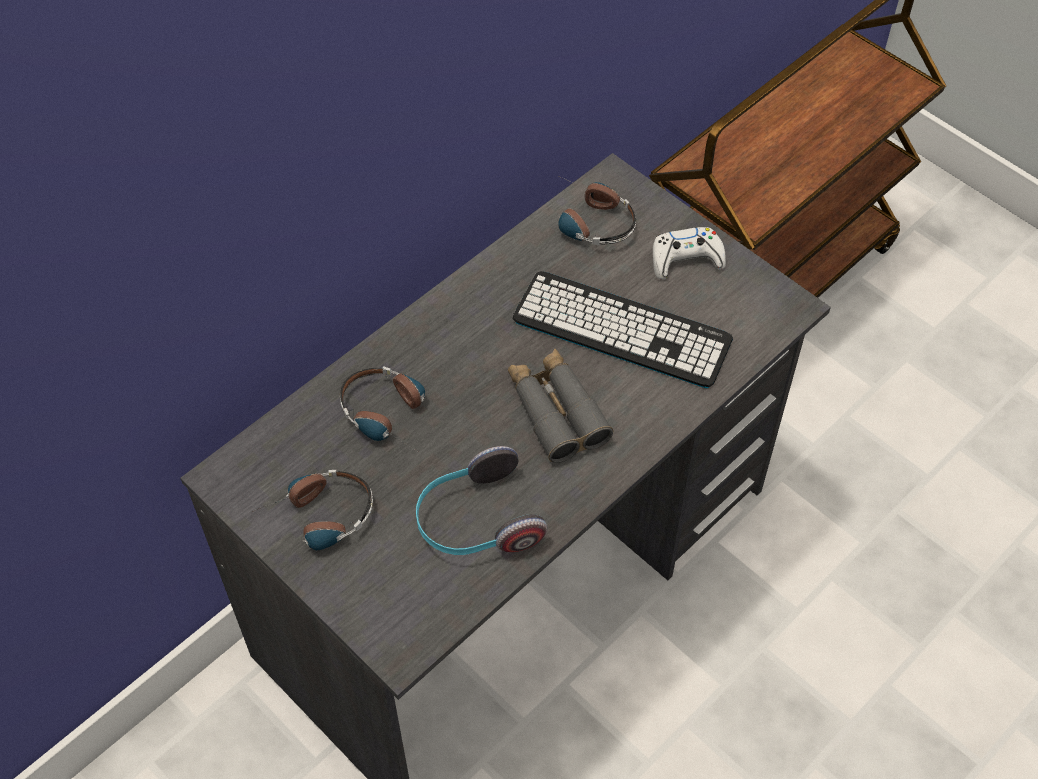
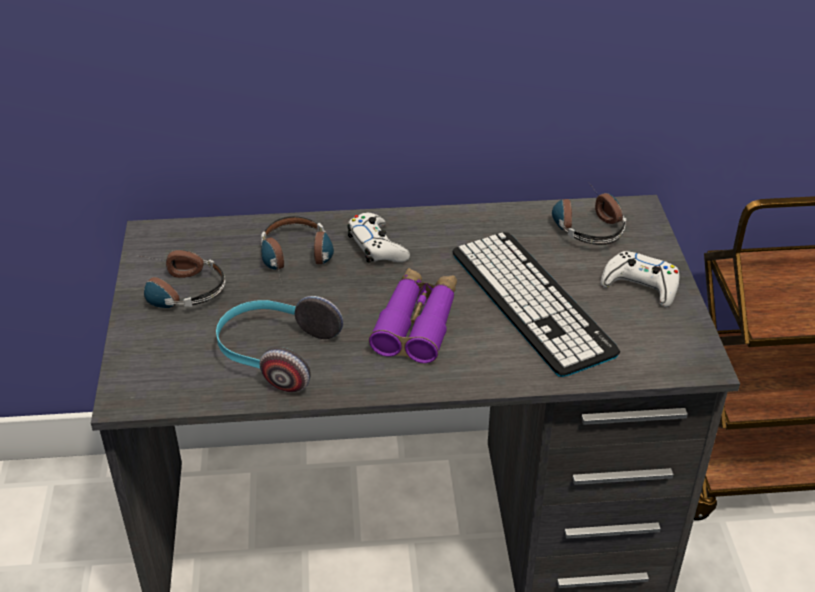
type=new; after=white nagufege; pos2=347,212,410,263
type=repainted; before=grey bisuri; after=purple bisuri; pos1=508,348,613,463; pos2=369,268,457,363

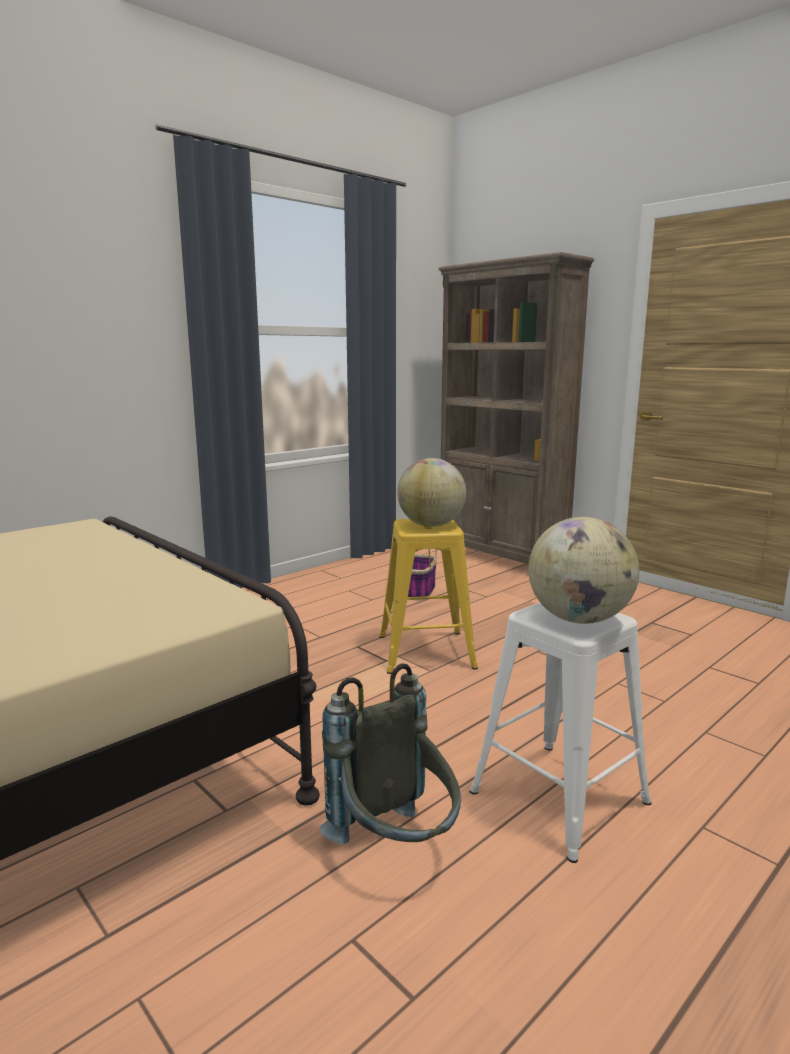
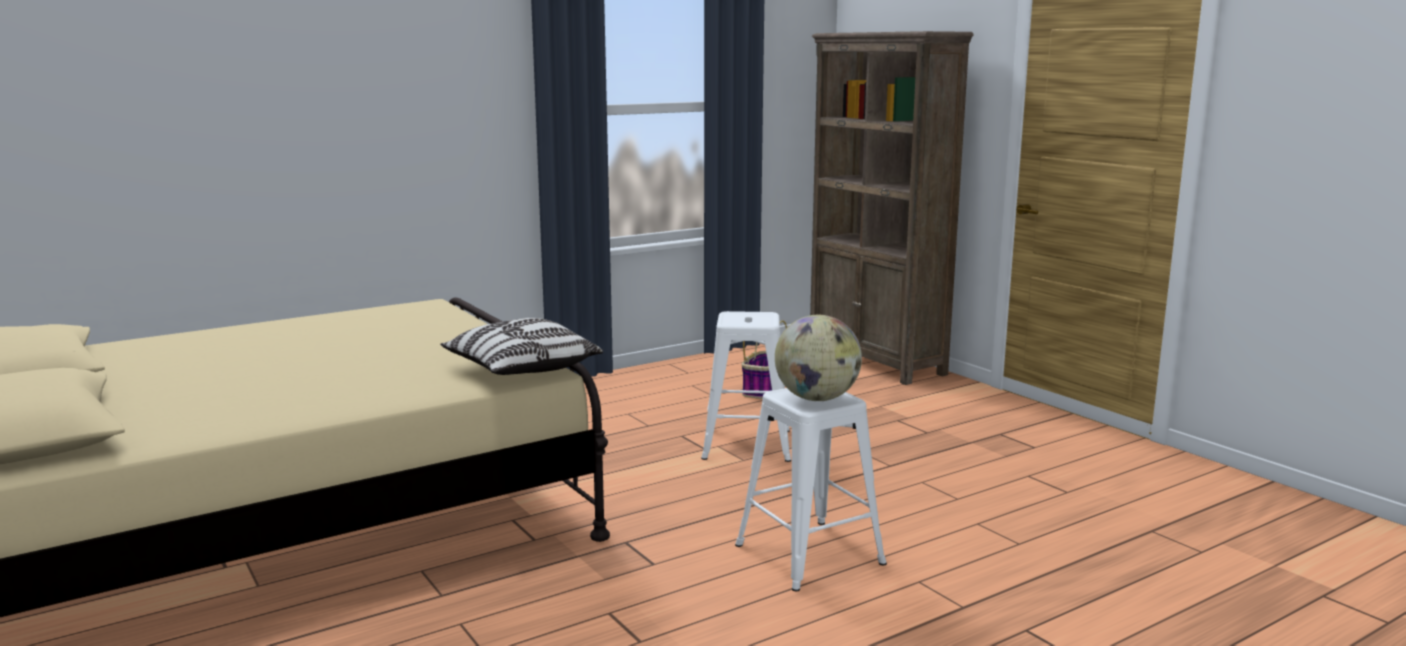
type=new; after=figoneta; pos2=440,318,603,375
type=repainted; before=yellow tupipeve; after=white tupipeve; pos1=379,519,478,674; pos2=701,311,791,462
type=gone; before=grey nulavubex; pos1=320,663,461,844
type=gone; before=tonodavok; pos1=397,458,466,527

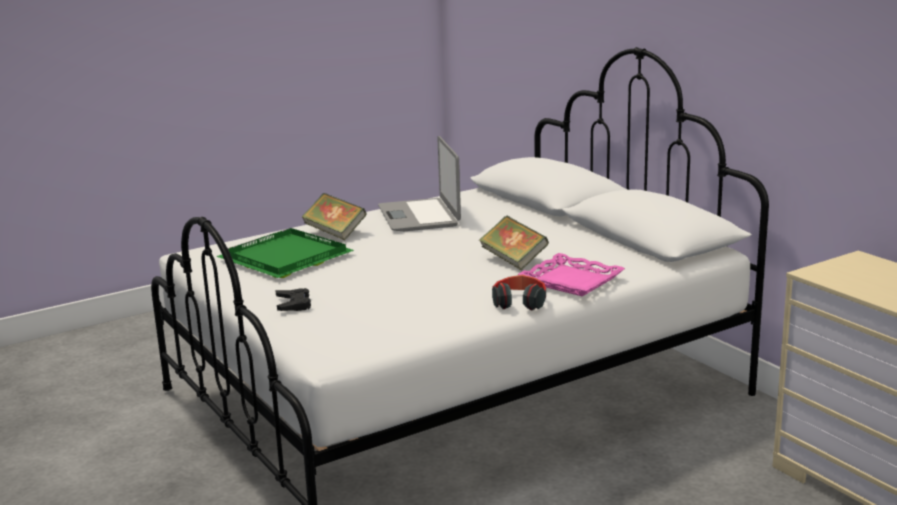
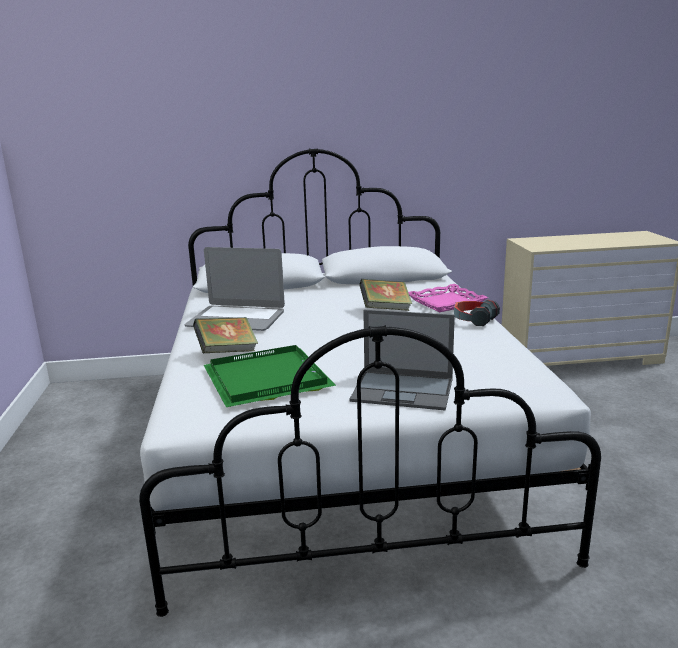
type=swapped; before=black nagufege; after=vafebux; pos1=275,288,311,311; pos2=349,310,455,410

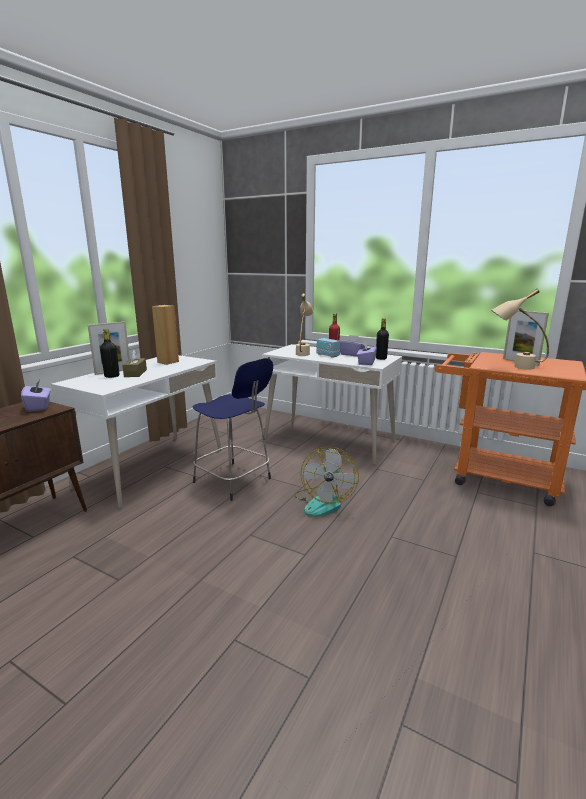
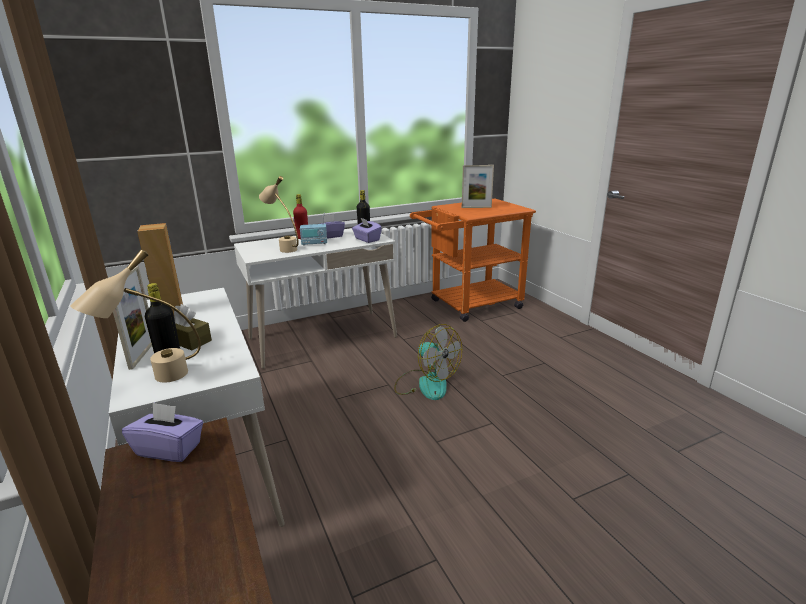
type=shifted; before=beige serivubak; pos1=492,288,549,369; pos2=70,249,201,383
type=gone; before=blue tupipeve; pos1=193,358,273,501

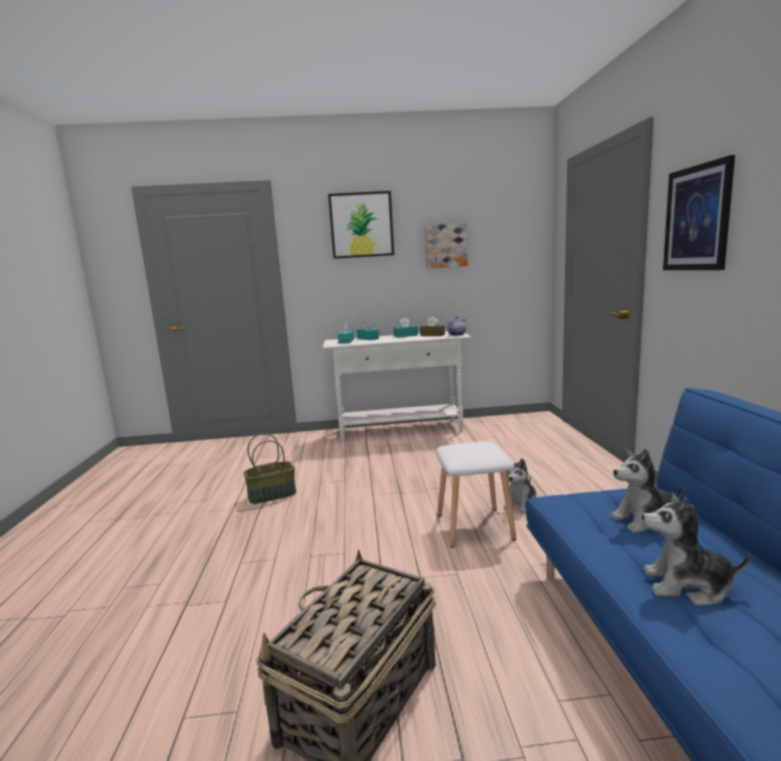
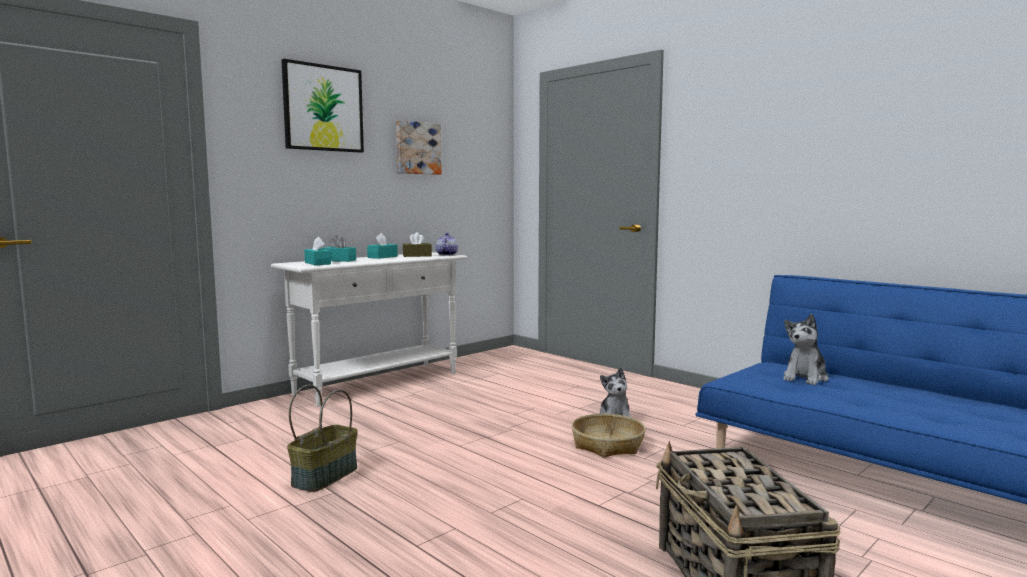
type=swapped; before=white tupipeve; after=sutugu; pos1=436,442,517,548; pos2=572,414,646,458
type=gone; before=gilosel; pos1=642,492,750,606
type=gone; before=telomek; pos1=663,155,735,270

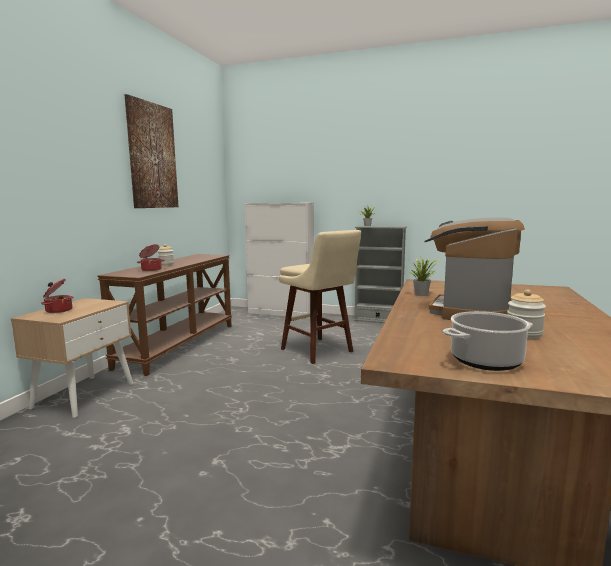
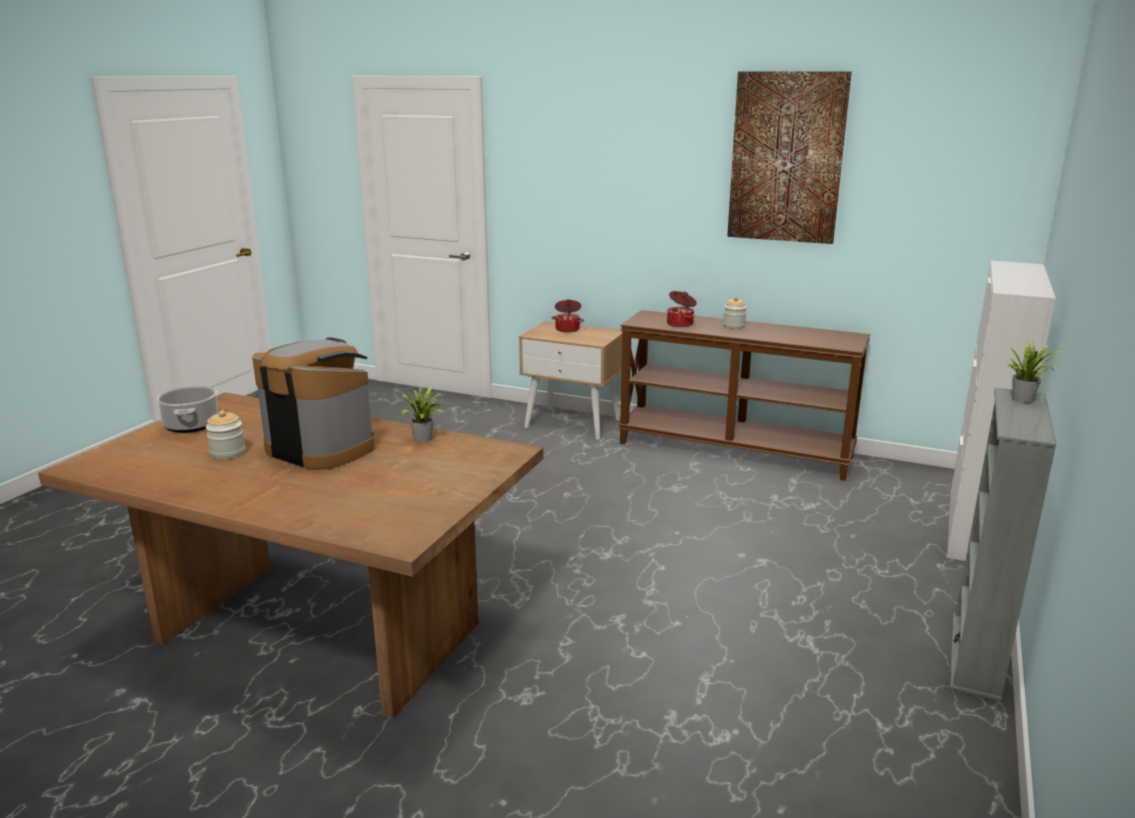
type=gone; before=beige tupipeve; pos1=279,230,361,364

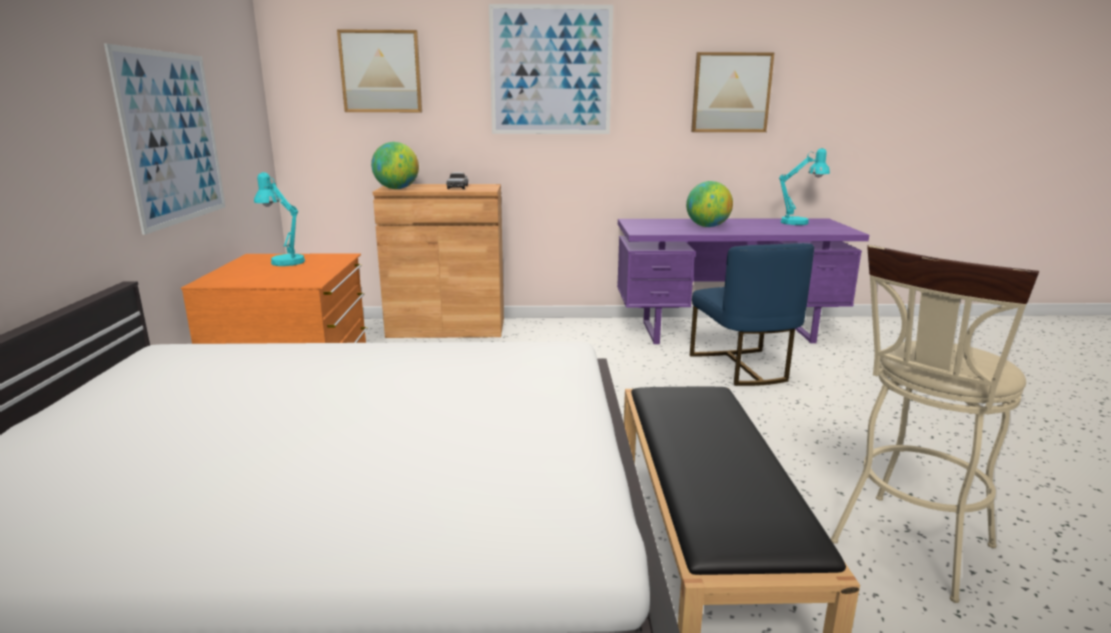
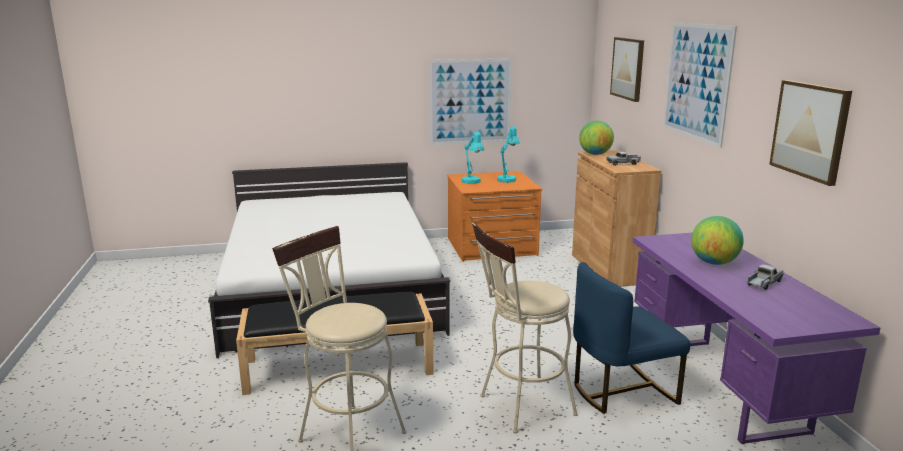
type=shifted; before=turquoise serivubak; pos1=779,148,830,225; pos2=462,132,484,184
type=new; after=beige tupipeve; pos2=472,222,578,434
type=new; after=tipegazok; pos2=747,264,784,290

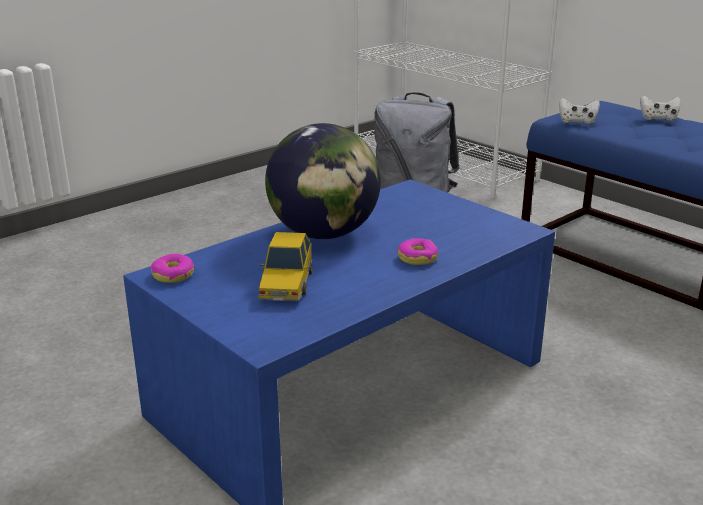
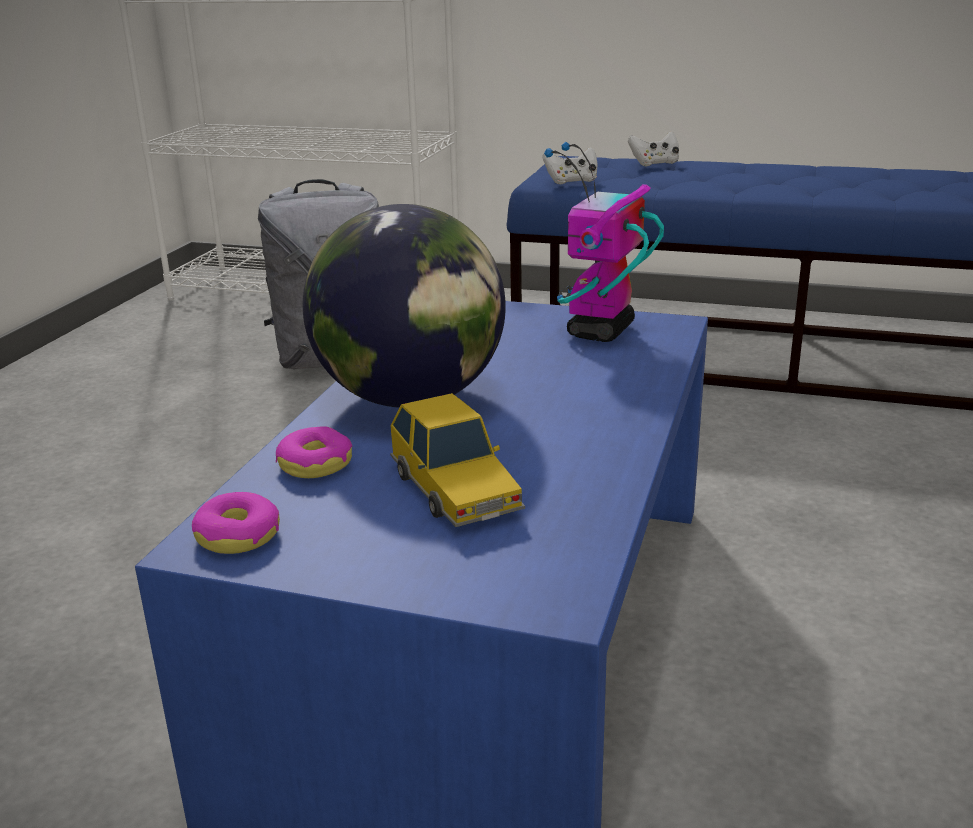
type=shifted; before=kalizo; pos1=397,238,438,265; pos2=276,426,353,478
type=new; after=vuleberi; pos2=544,142,664,342

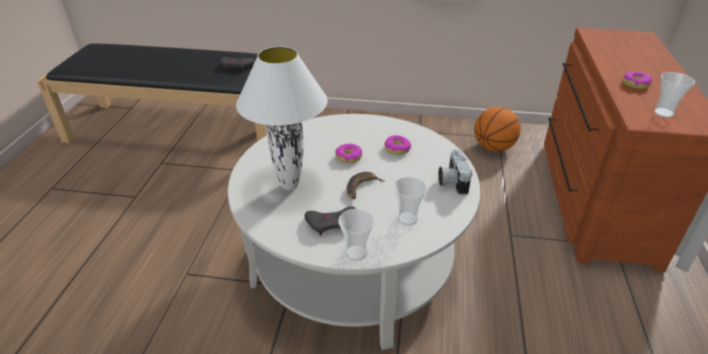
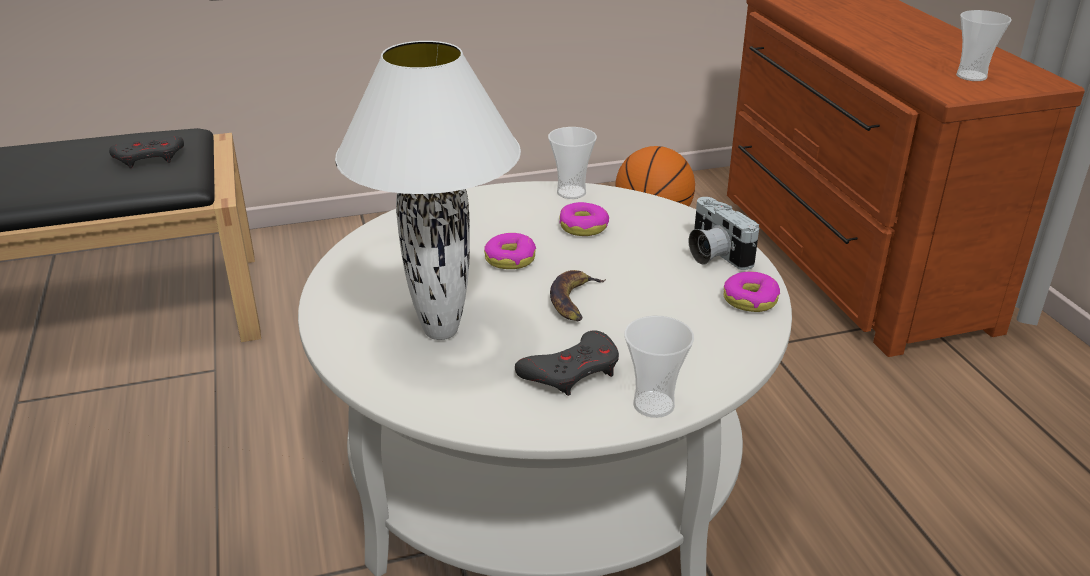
type=shifted; before=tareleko; pos1=394,177,427,225; pos2=548,127,597,199
type=shifted; before=kalizo; pos1=623,71,652,89; pos2=724,271,780,312

